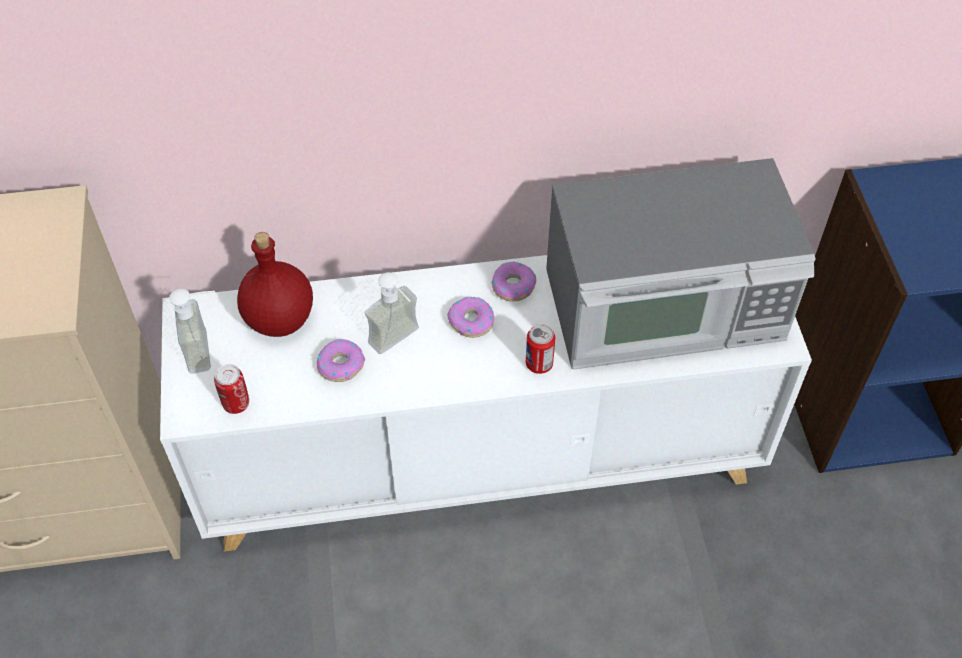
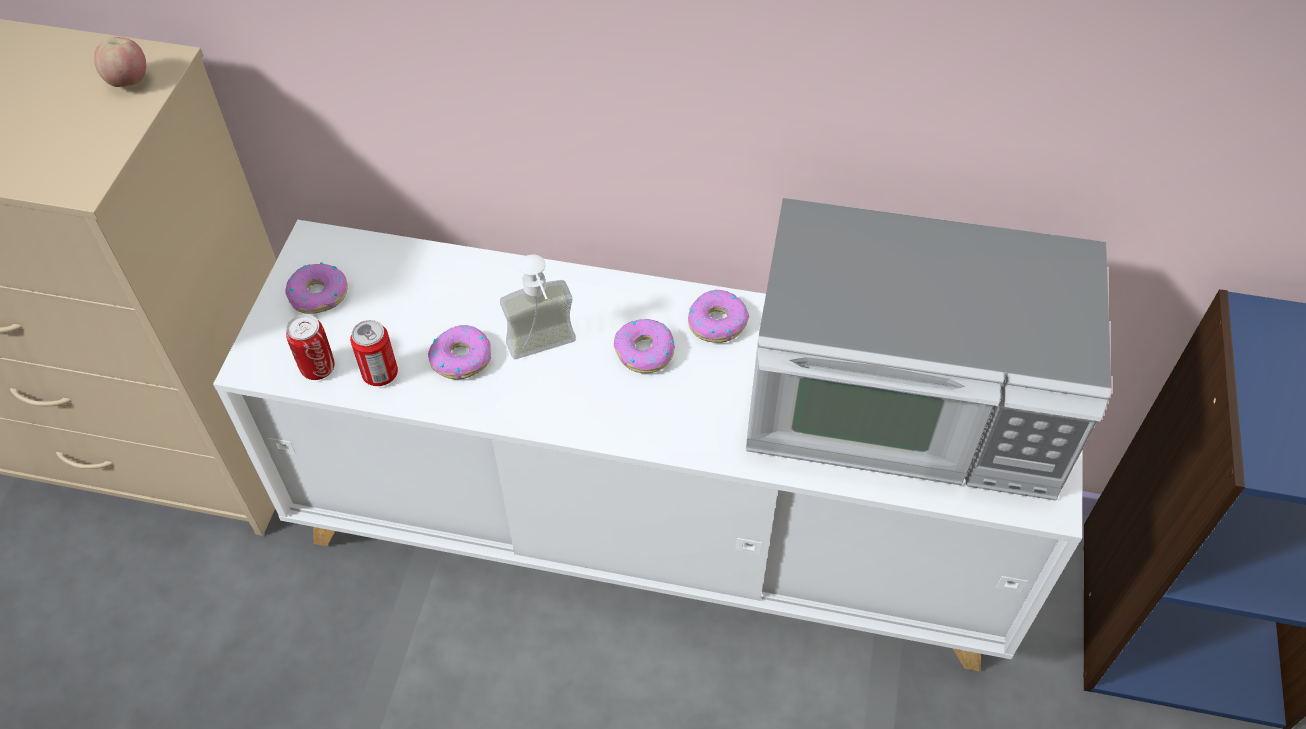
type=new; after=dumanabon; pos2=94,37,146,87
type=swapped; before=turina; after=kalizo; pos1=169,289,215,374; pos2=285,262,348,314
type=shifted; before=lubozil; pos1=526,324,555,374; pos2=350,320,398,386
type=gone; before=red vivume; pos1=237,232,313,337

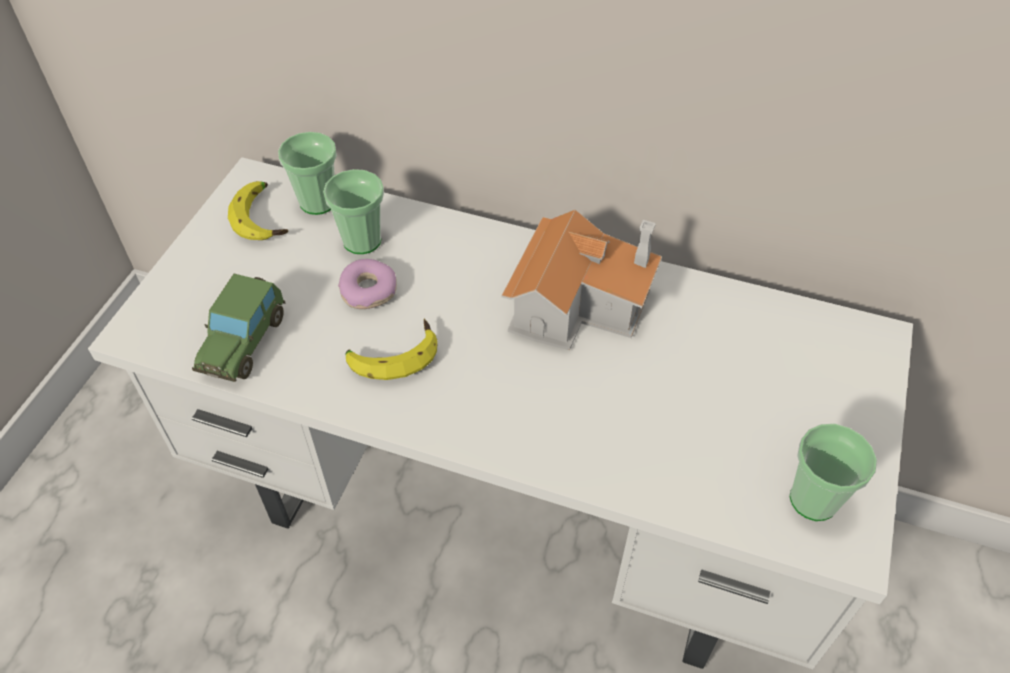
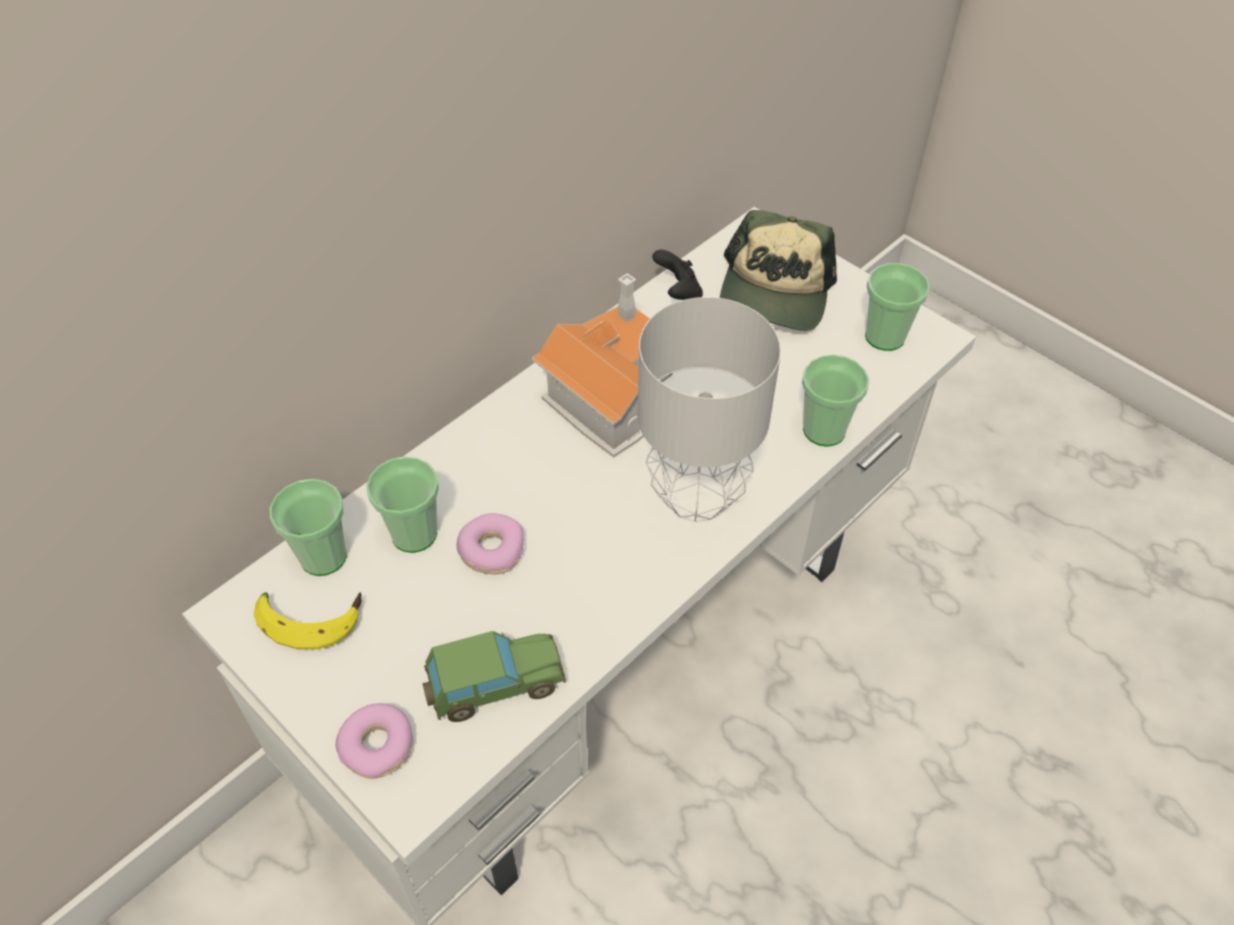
type=new; after=kalizo; pos2=335,703,413,779
type=rotated; before=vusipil; pos1=192,274,285,382; pos2=422,631,566,722; turn=-60
type=new; after=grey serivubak; pos2=638,297,781,522
type=new; after=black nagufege; pos2=652,249,703,300
type=new; after=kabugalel; pos2=720,210,837,331
type=new; after=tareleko; pos2=802,354,869,447
type=gone; before=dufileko; pos1=346,319,438,380

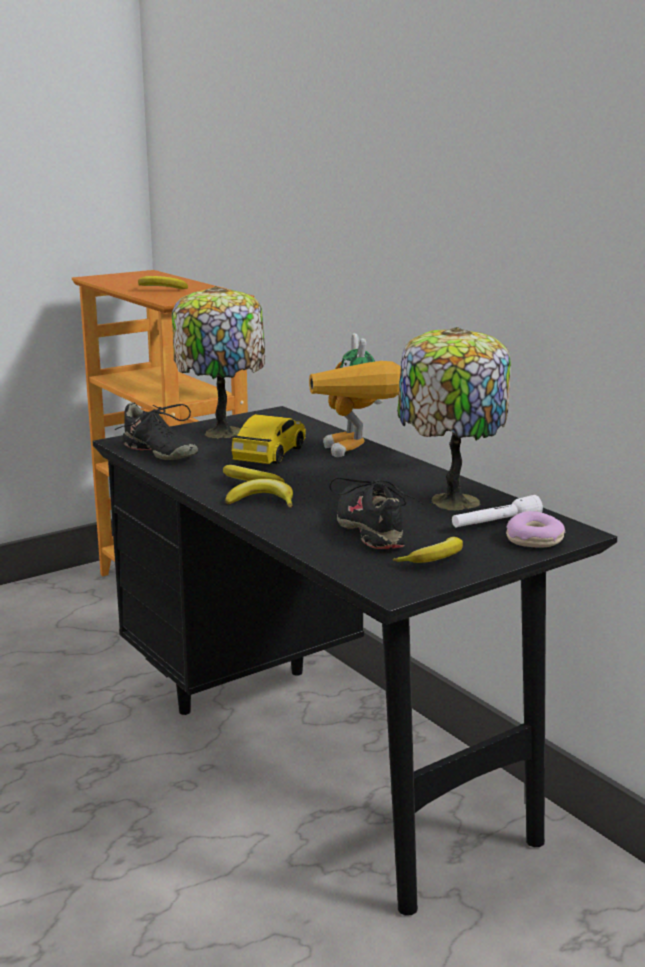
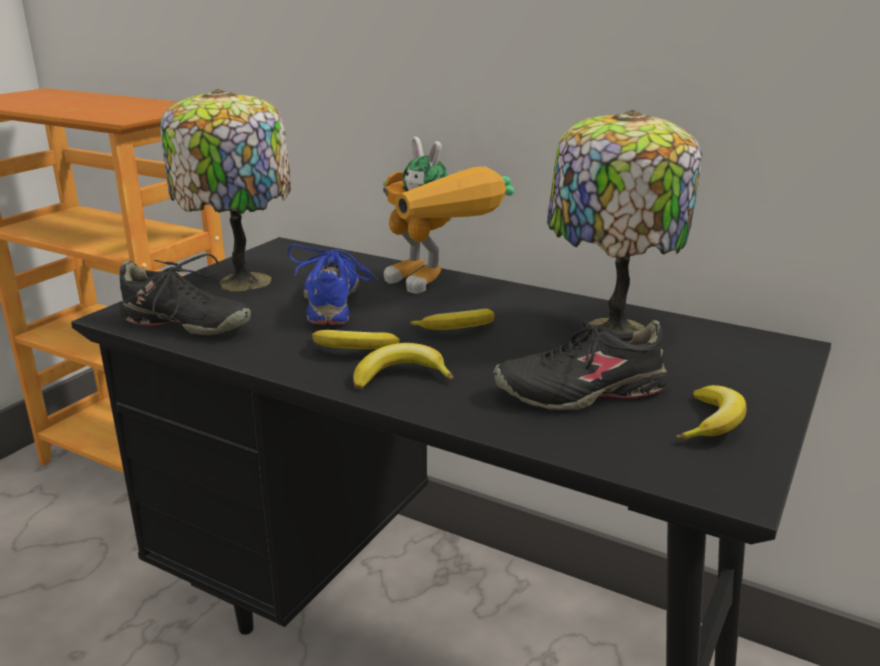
type=swapped; before=vusipil; after=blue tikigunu; pos1=232,414,306,464; pos2=288,244,379,325
type=shifted; before=dufileko; pos1=138,276,188,289; pos2=410,309,495,330
type=rotated; before=black tikigunu; pos1=329,477,423,549; pos2=493,320,668,410; turn=-60
type=gone; before=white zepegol; pos1=452,495,543,528
type=gone; before=kalizo; pos1=506,511,565,548

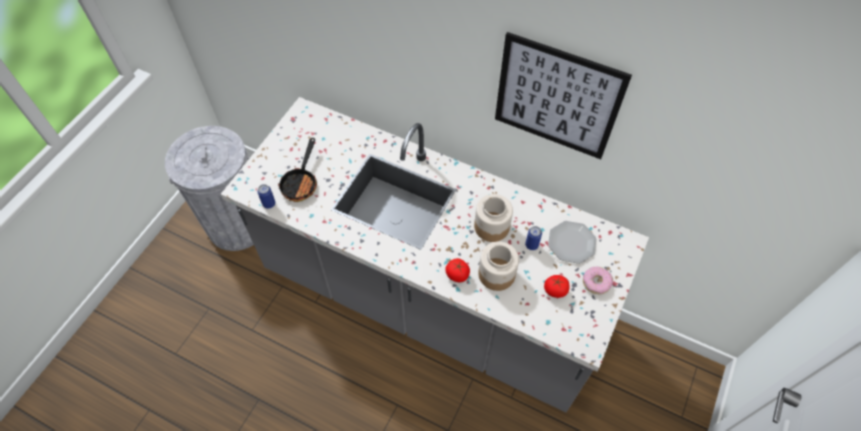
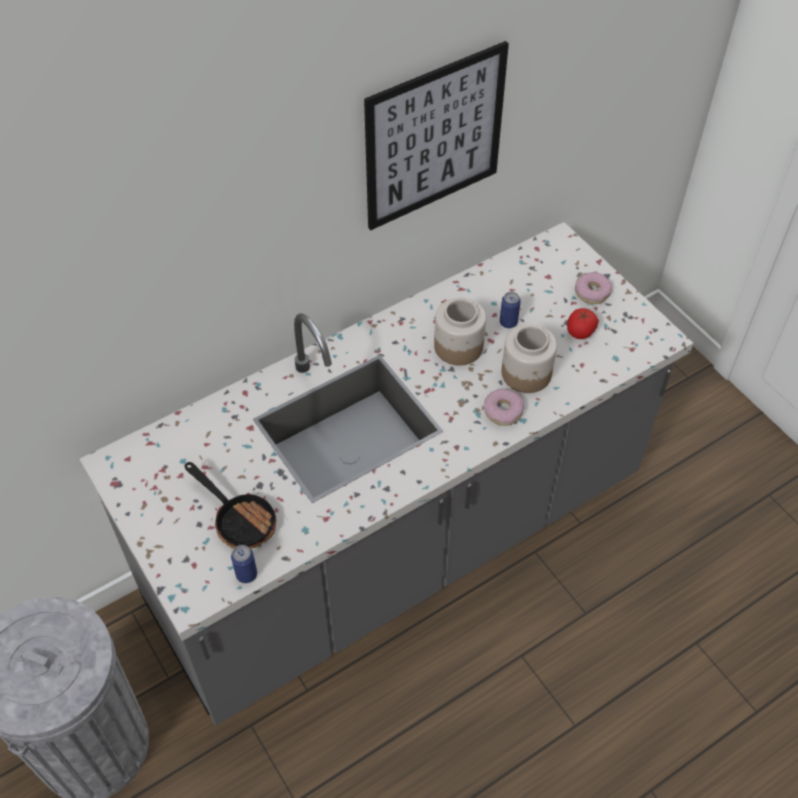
type=swapped; before=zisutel; after=kalizo; pos1=445,258,470,282; pos2=484,388,524,426
type=gone; before=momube; pos1=548,221,596,264

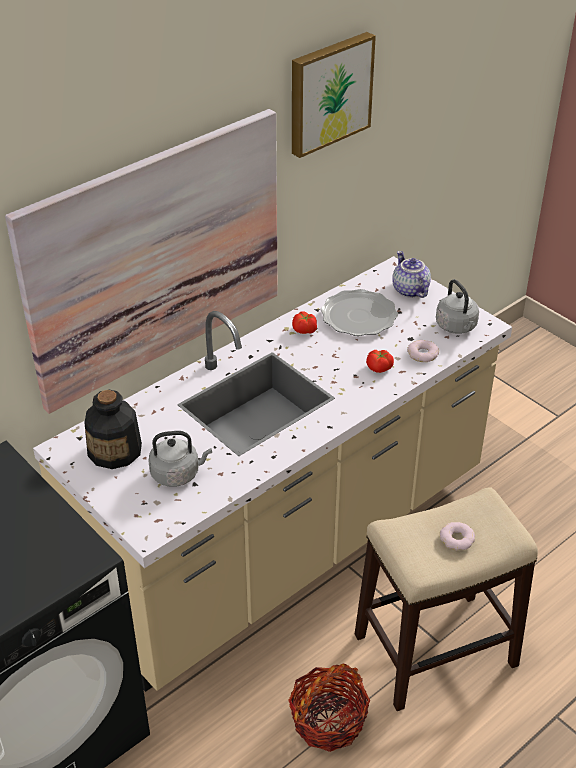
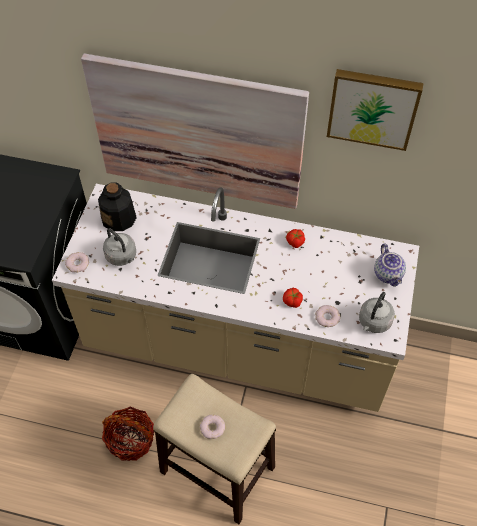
type=new; after=kalizo; pos2=65,252,89,273
type=rotated; before=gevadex; pos1=392,251,431,298; pos2=374,244,406,287; turn=135
type=gone; before=momube; pos1=321,289,398,336

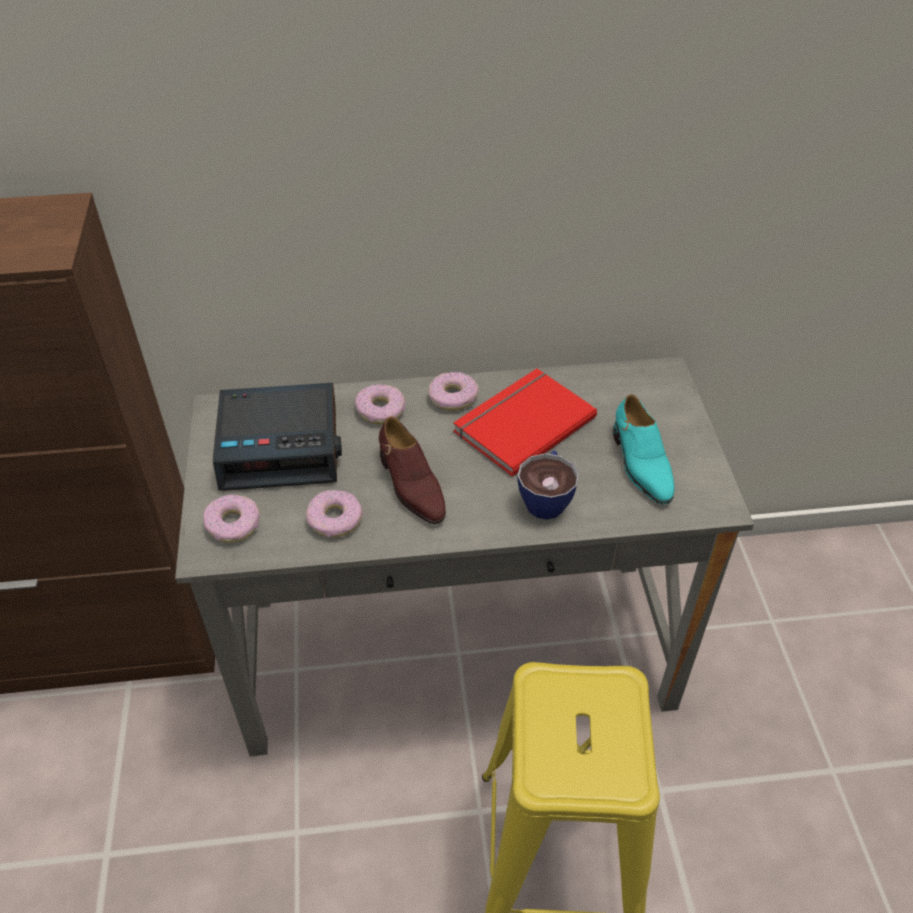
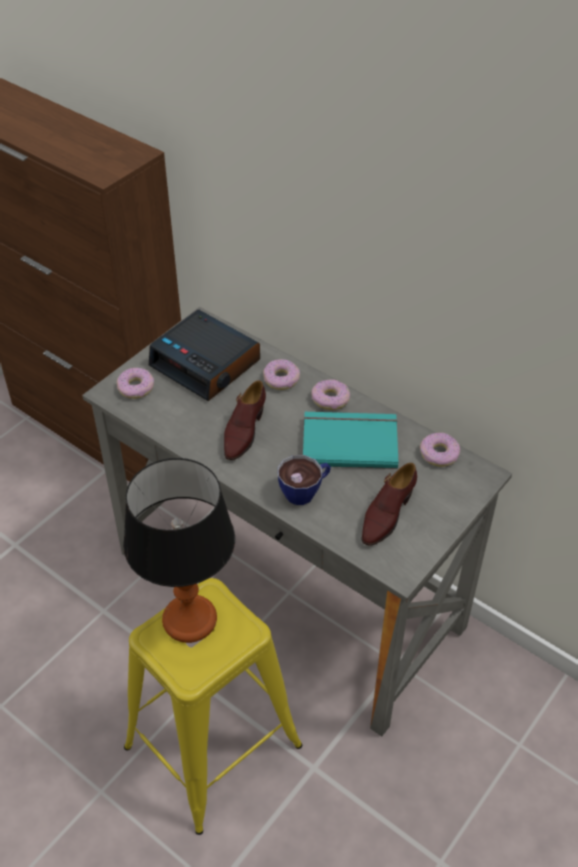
type=new; after=serivubak; pos2=123,458,235,643
type=repainted; before=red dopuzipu; after=turquoise dopuzipu; pos1=453,369,597,477; pos2=303,412,399,469
type=repainted; before=turquoise tikigunu; after=brown tikigunu; pos1=613,395,674,504; pos2=362,463,417,546
type=shifted; before=kalizo; pos1=306,490,363,537; pos2=420,433,460,467

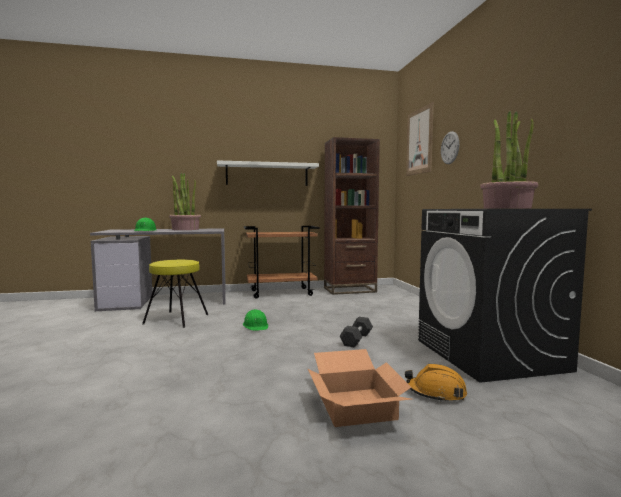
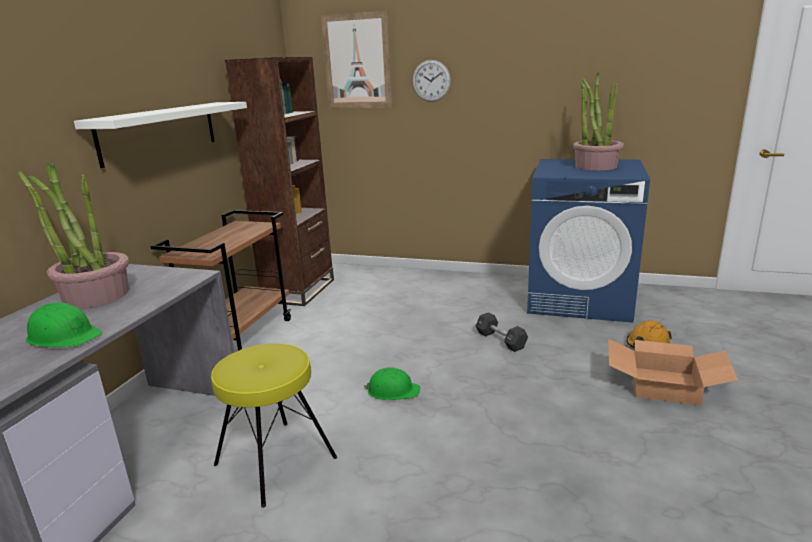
type=repainted; before=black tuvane; after=blue tuvane; pos1=418,209,592,383; pos2=527,159,650,323

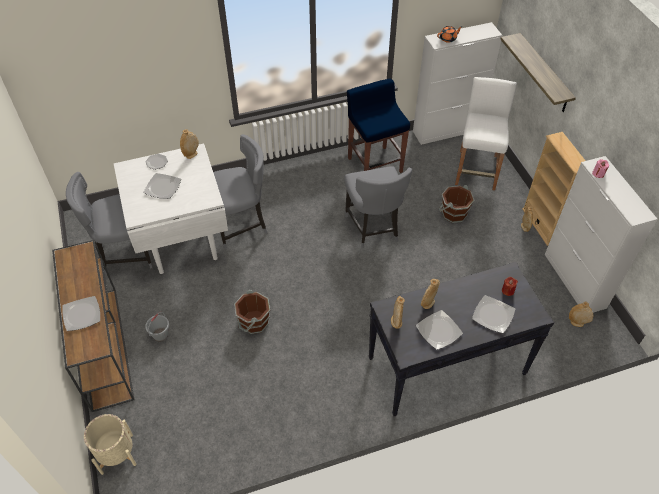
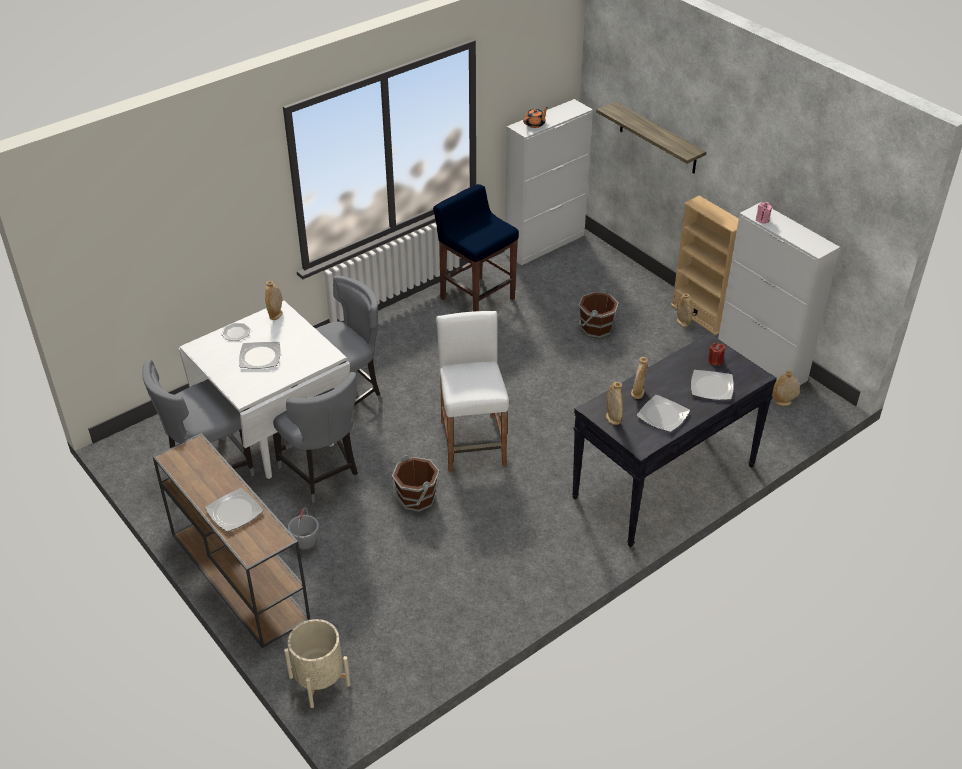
type=shifted; before=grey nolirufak; pos1=344,166,412,249; pos2=273,372,360,503
type=shifted; before=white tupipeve; pos1=455,77,517,191; pos2=436,311,509,472

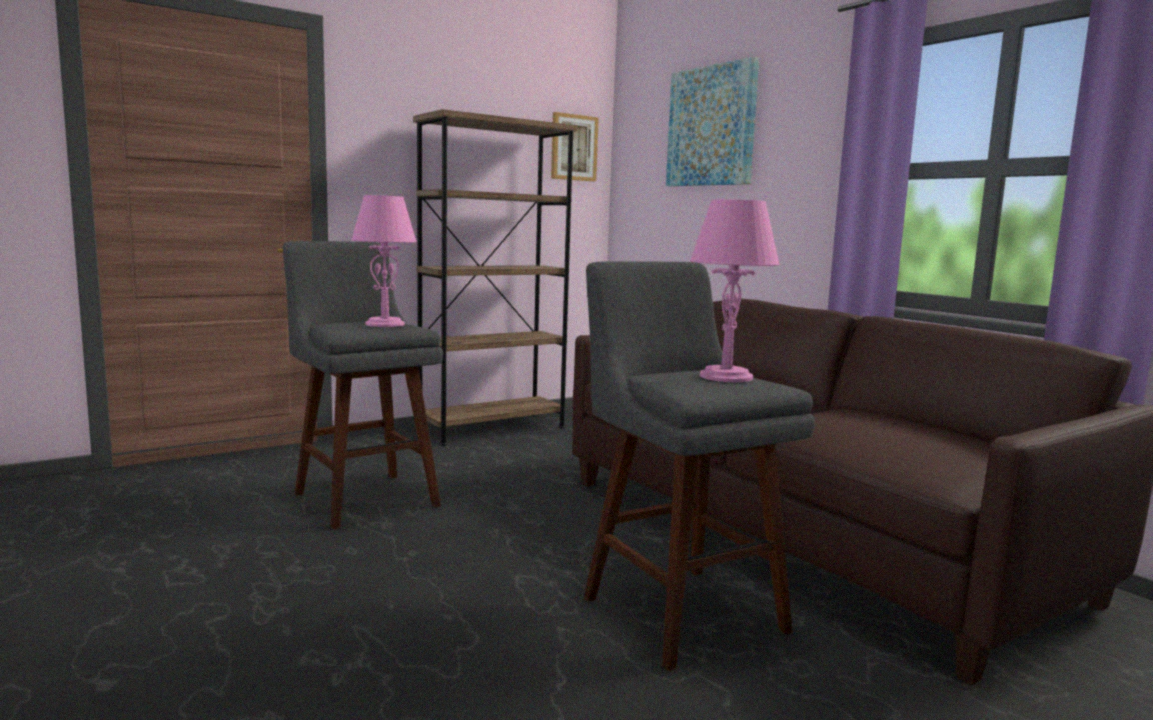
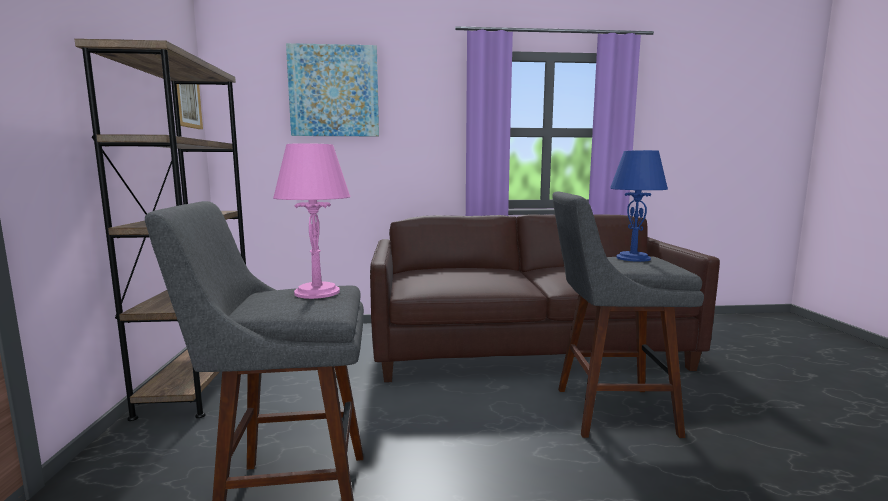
type=repainted; before=pink serivubak; after=blue serivubak; pos1=690,199,779,382; pos2=610,150,668,262

